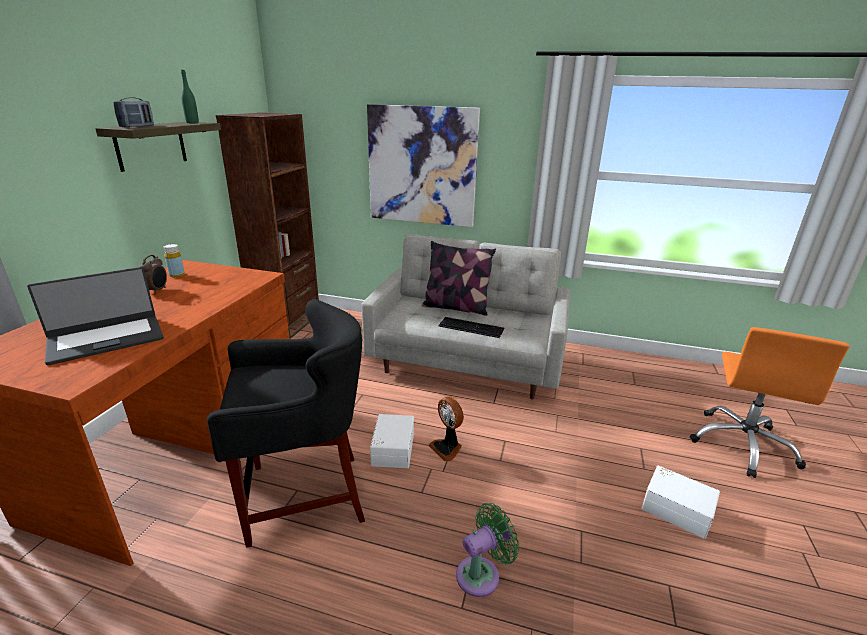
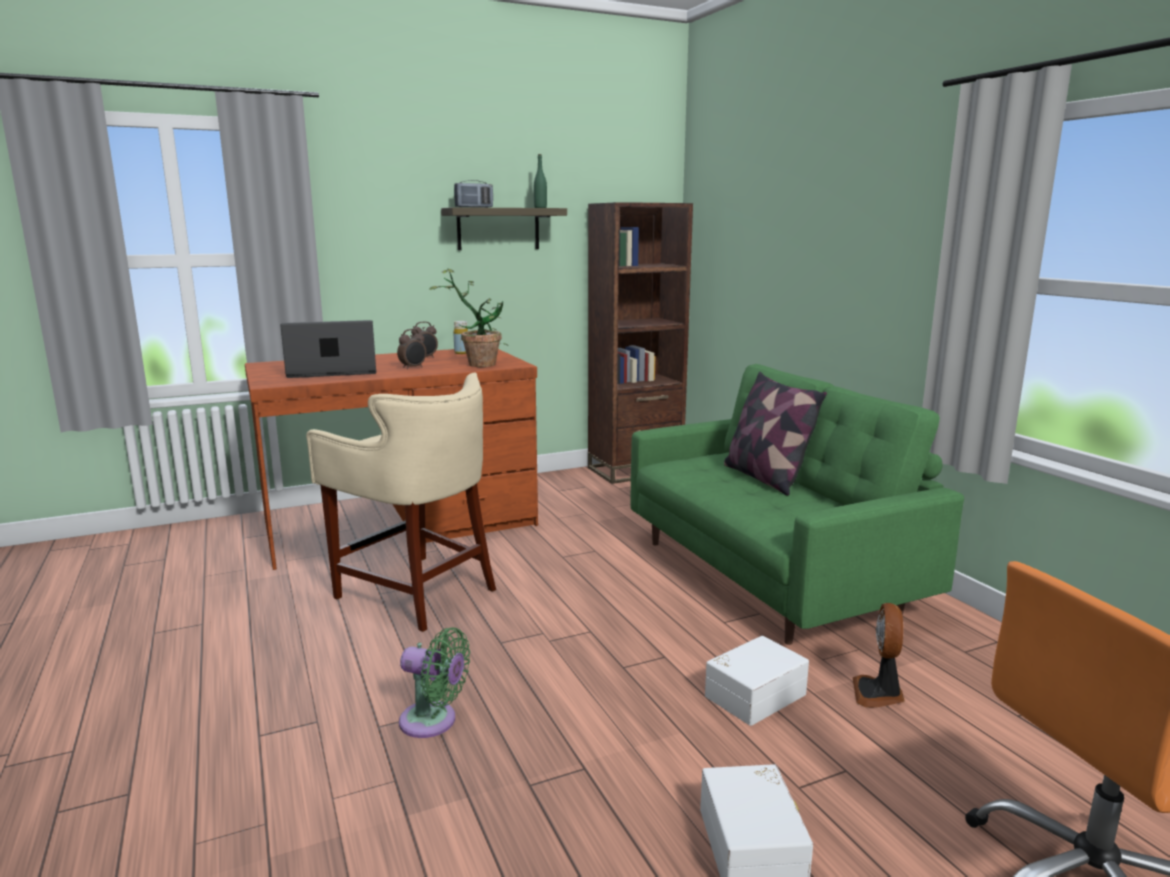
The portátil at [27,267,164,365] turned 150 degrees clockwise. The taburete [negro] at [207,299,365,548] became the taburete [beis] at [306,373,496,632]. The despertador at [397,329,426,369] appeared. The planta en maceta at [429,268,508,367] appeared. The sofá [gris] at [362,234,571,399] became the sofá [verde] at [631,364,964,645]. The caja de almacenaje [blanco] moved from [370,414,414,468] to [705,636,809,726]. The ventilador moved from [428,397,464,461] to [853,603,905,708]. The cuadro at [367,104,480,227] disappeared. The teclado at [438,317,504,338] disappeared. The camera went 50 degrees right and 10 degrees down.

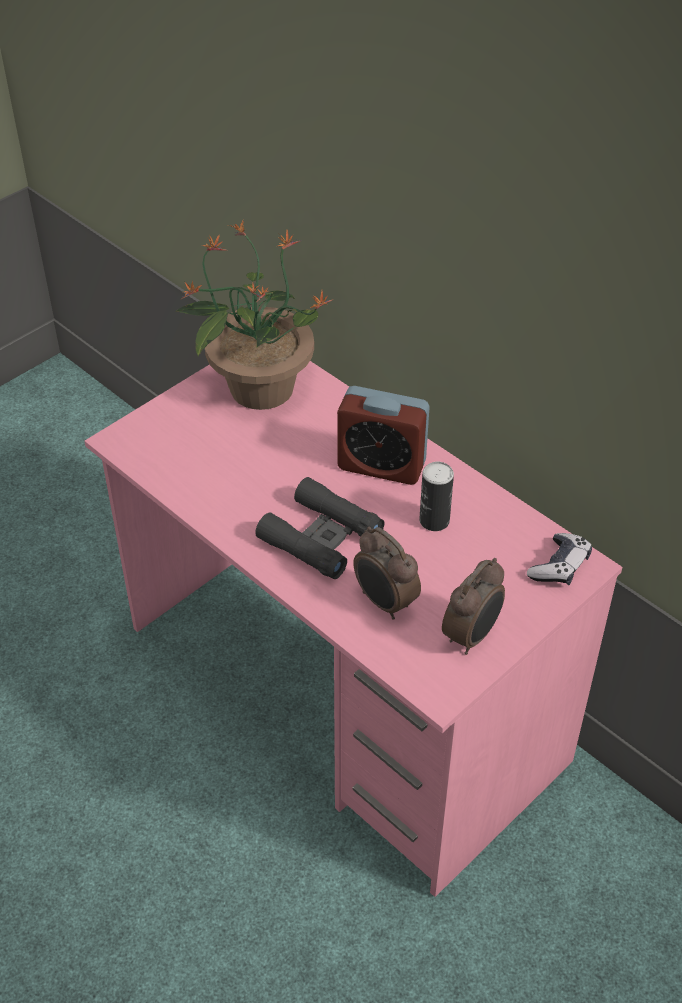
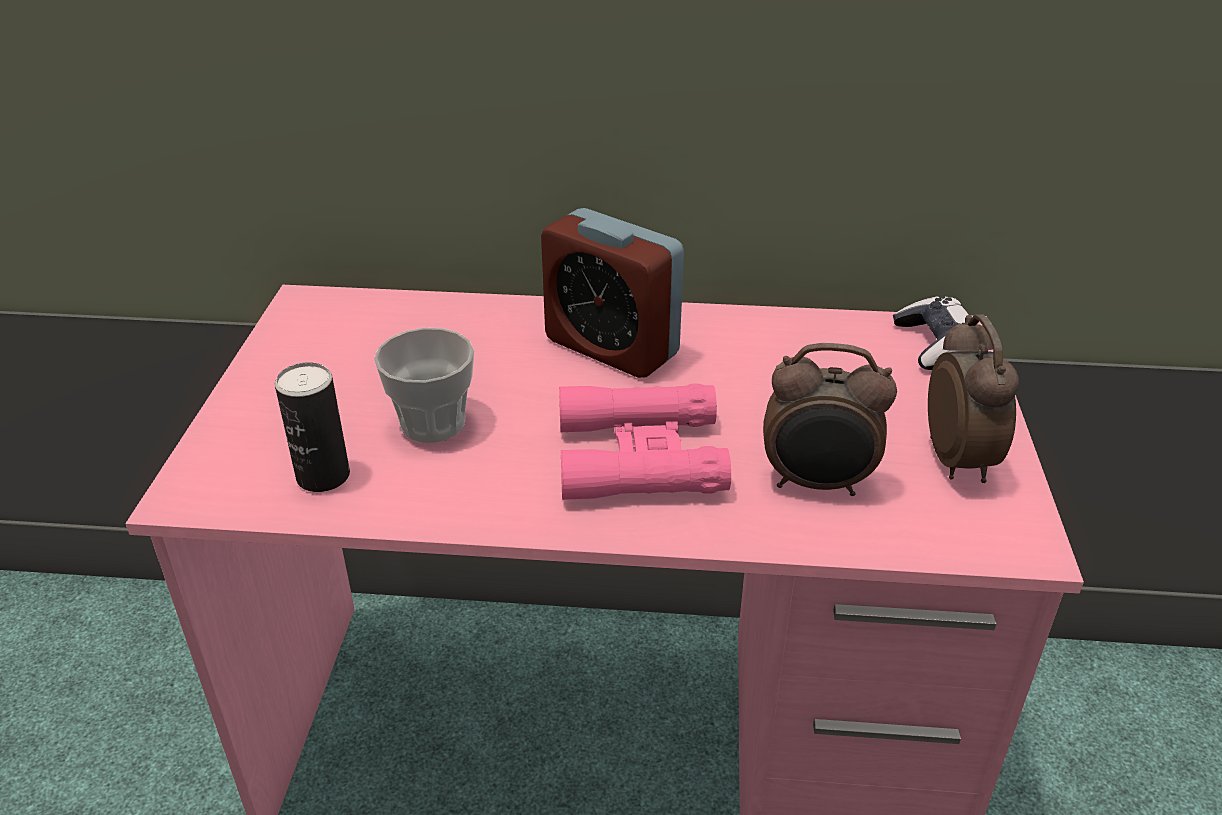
The lata moved from [419,462,454,531] to [275,362,350,492]. The taza at [374,328,474,443] appeared. The despertador at [337,386,430,485] turned 60 degrees clockwise. The prismáticos [negro] at [255,477,385,579] became the prismáticos [rosa] at [559,383,731,500]. The planta en maceta at [175,221,334,410] disappeared. The camera went 40 degrees left and 10 degrees down.

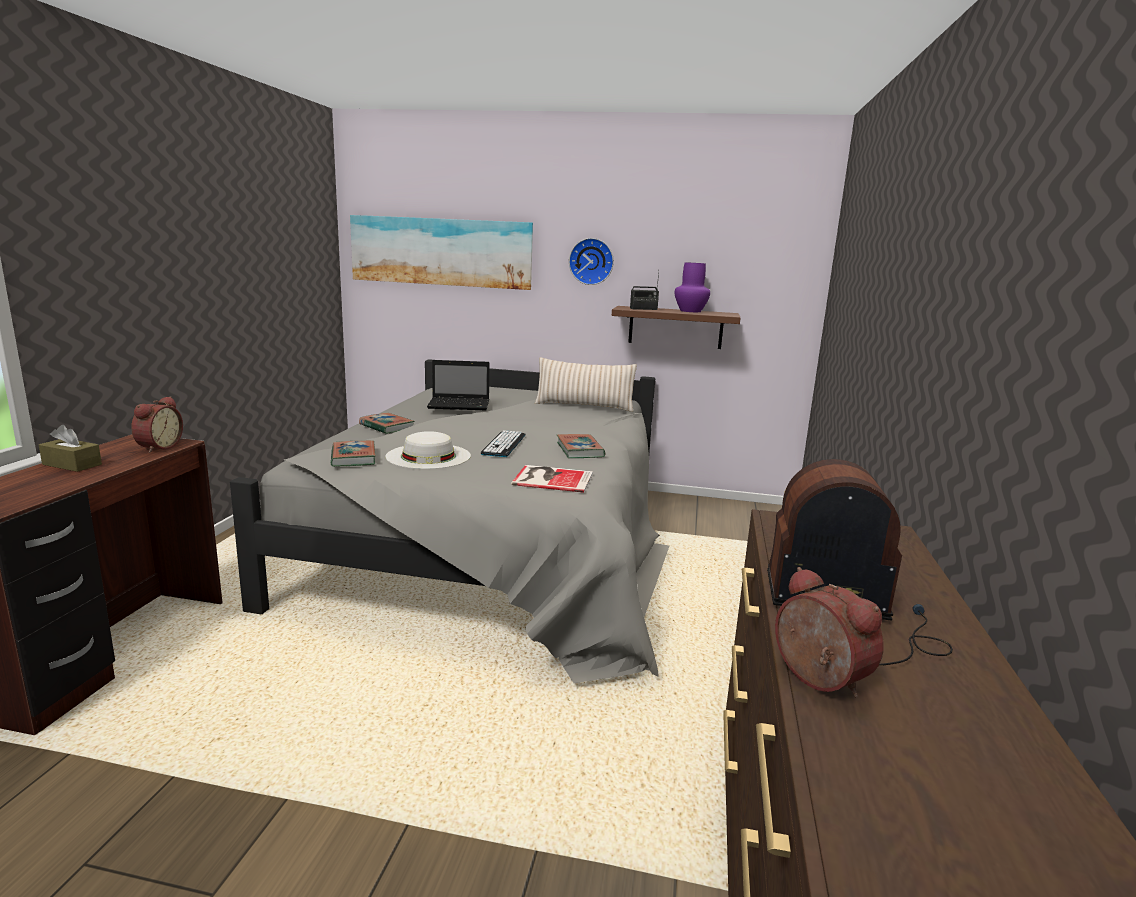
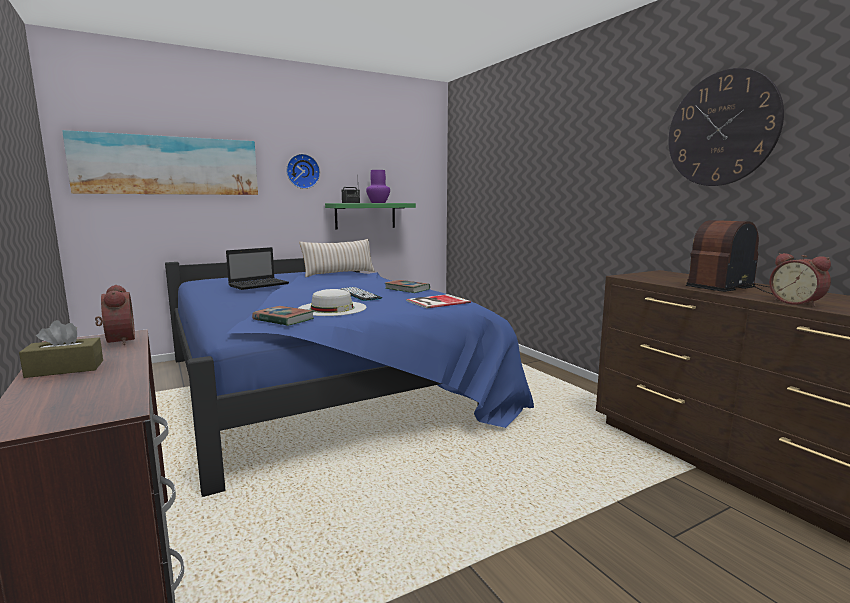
The cama [gris] at [230,359,670,683] became the cama [azul] at [165,258,534,497]. The estante [marrón] at [612,306,741,349] became the estante [verde] at [325,203,416,229]. The reloj de pared at [668,68,784,186] appeared. The despertador at [775,567,884,697] turned 135 degrees counterclockwise. The libro at [359,413,415,434] disappeared. The camera went 40 degrees left and 5 degrees down.

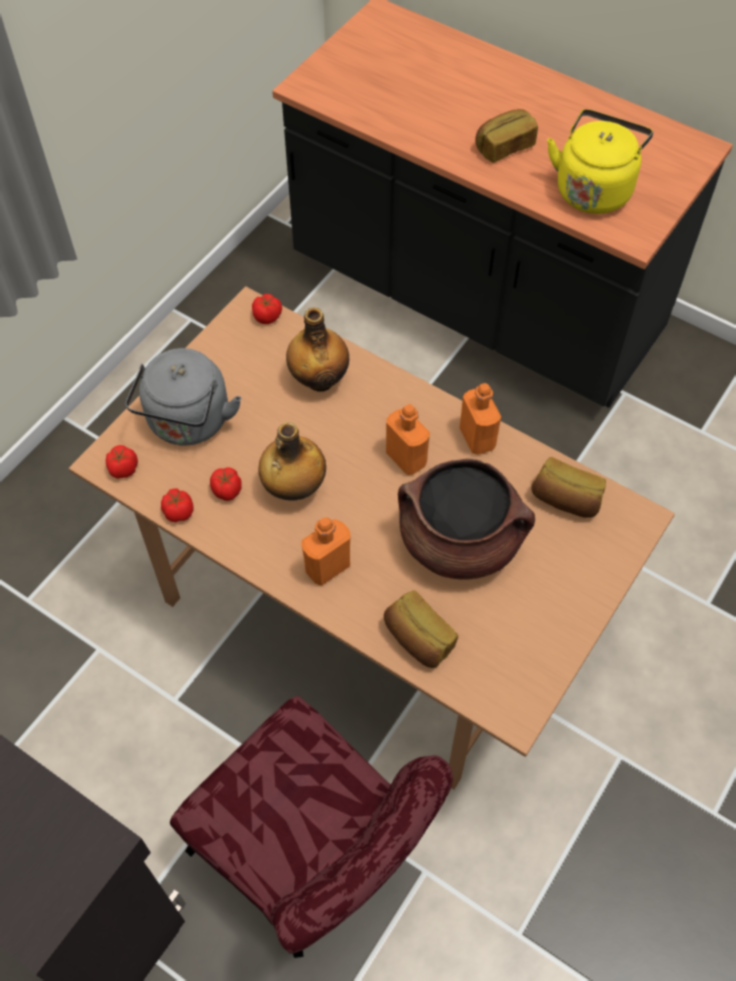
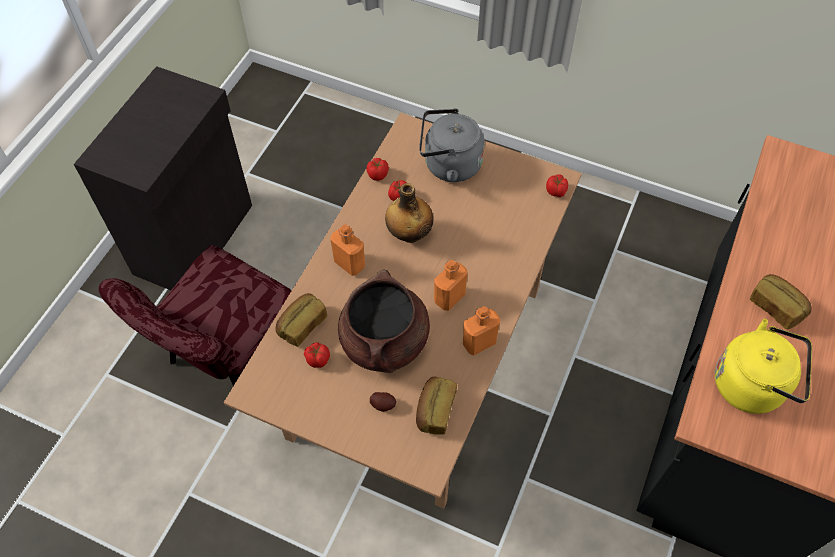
The tomate moved from [106,445,138,479] to [304,342,330,368]. The patata at [370,392,396,412] appeared. The botella at [286,308,349,392] disappeared. The camera went 80 degrees right and 0 degrees up.

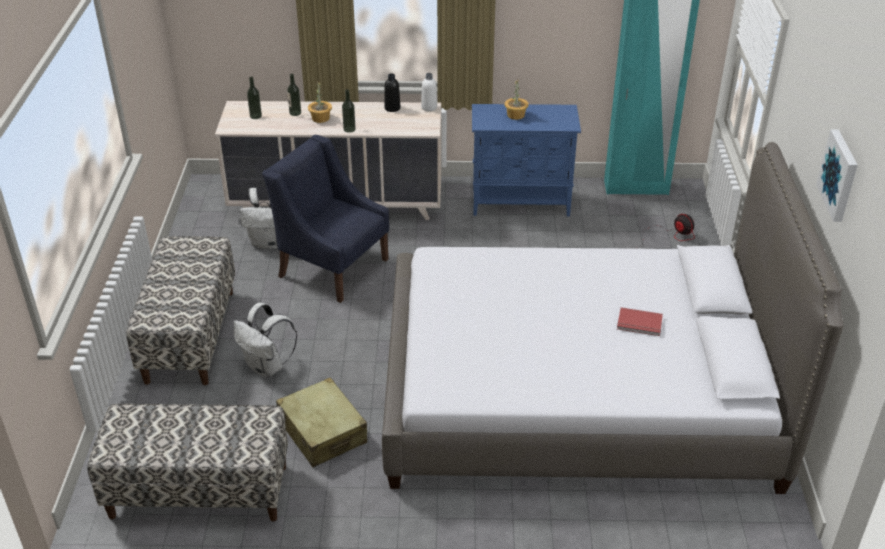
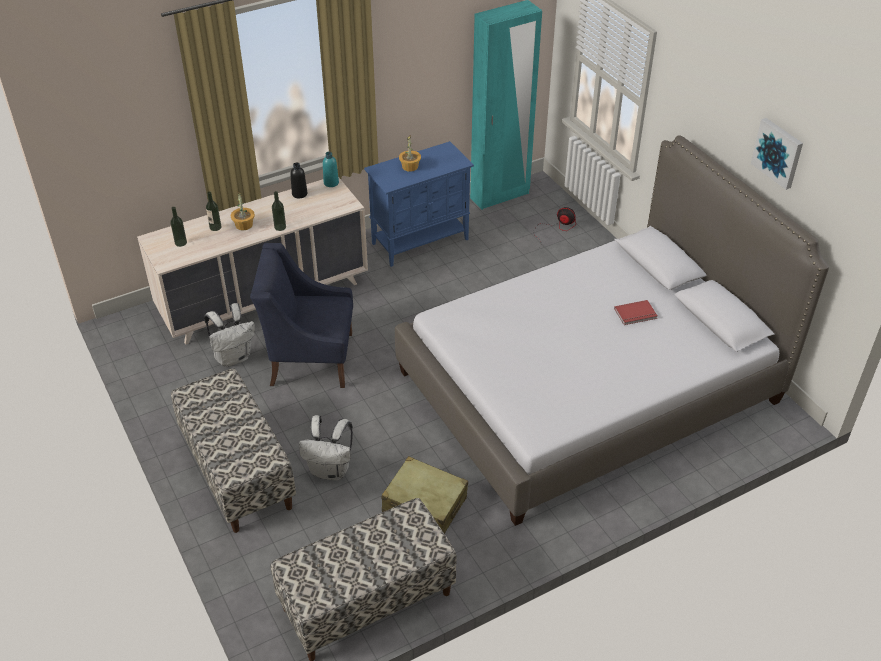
The botella [blanco] at [421,73,437,111] became the botella [turquesa] at [323,152,339,187]. The camera went 30 degrees left and 5 degrees up.

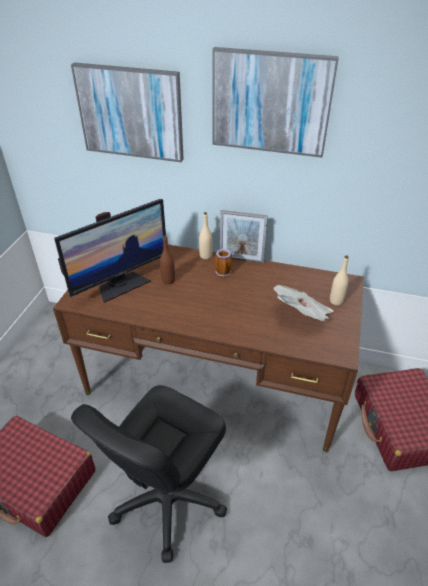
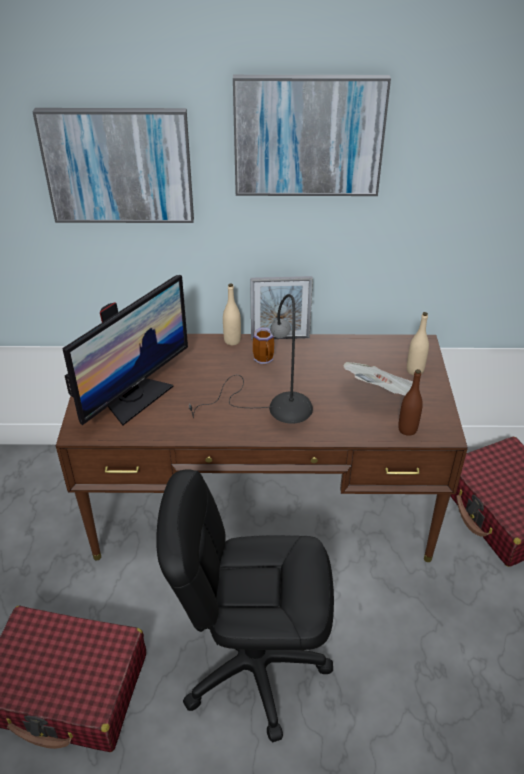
The silla de oficina [negro] at [71,385,227,563] turned 75 degrees clockwise. The lámpara de mesa [gris] at [188,294,313,424] appeared. The botella [marrón] moved from [160,236,175,284] to [398,369,423,436]. The camera went 15 degrees left and 0 degrees up.

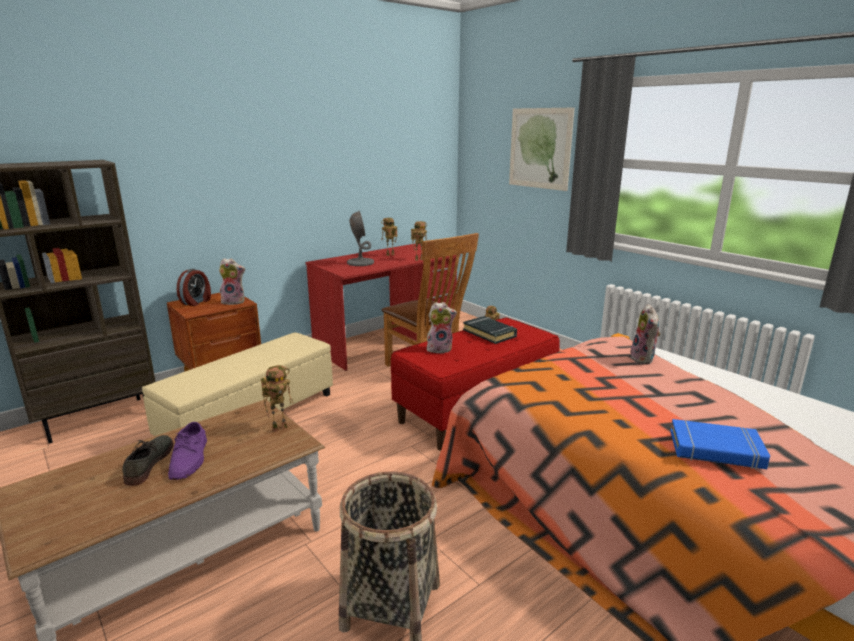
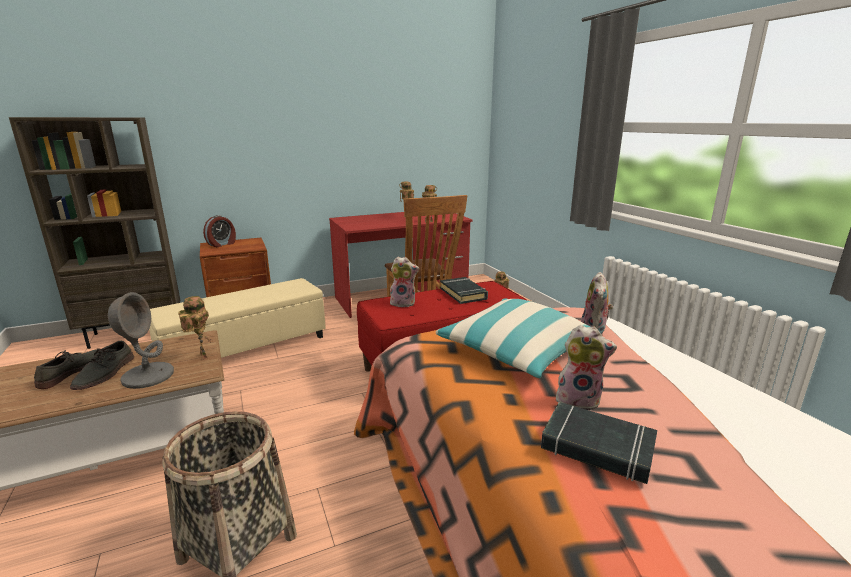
The zapato [morado] at [168,422,207,480] became the zapato [gris] at [70,341,134,390]. The lámpara de mesa [gris] moved from [347,211,374,266] to [108,292,174,389]. The robot de juguete at [261,365,293,432] turned 105 degrees counterclockwise. The cojín at [436,298,591,378] appeared. The libro [azul] at [670,419,770,469] became the libro [negro] at [541,402,657,484]. The peluche moved from [219,258,245,305] to [556,325,617,411]. The cuadro at [509,108,574,191] disappeared. The camera went 15 degrees right and 0 degrees up.

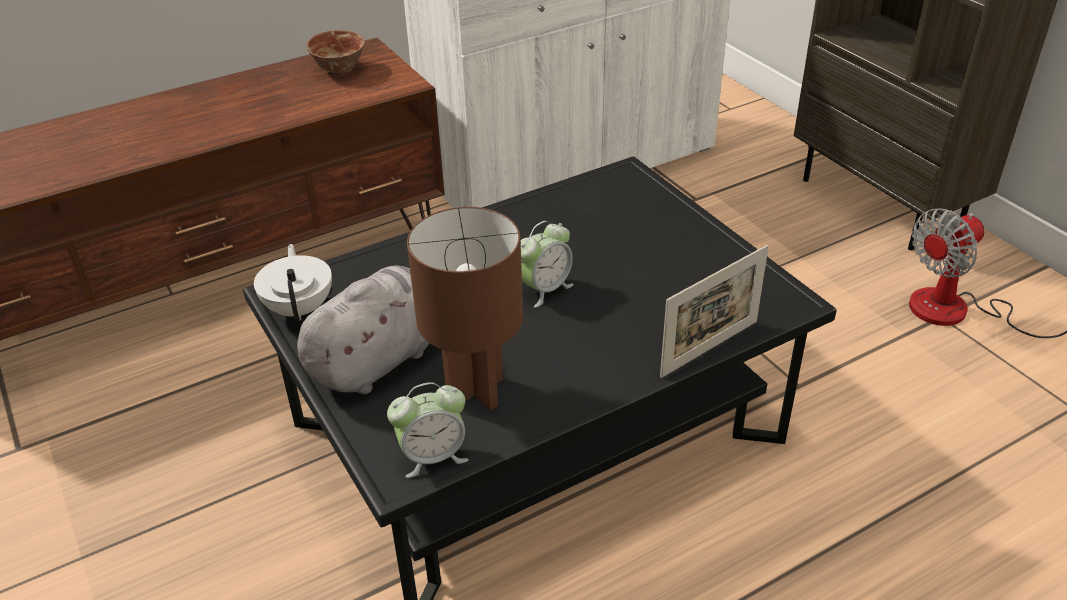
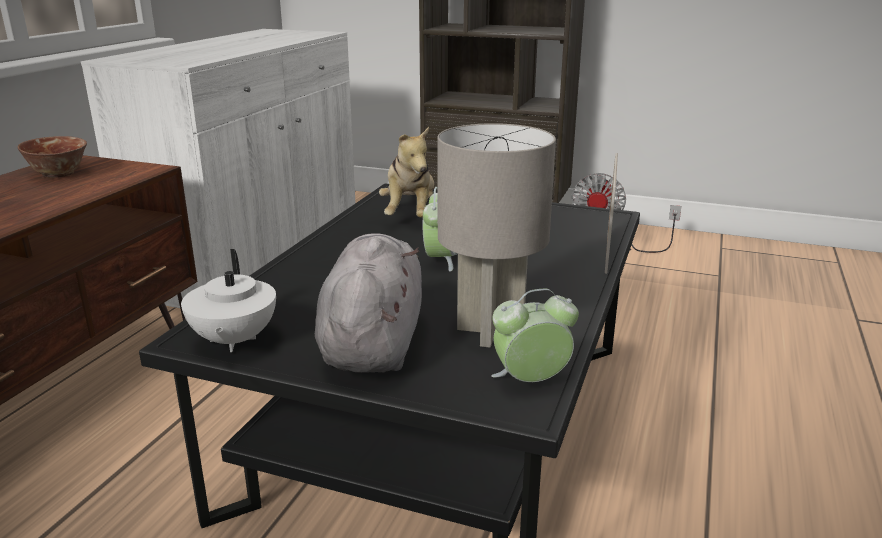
The tetera [blanco] at [254,244,332,321] turned 135 degrees counterclockwise. The peluche at [379,127,434,218] appeared. The lámpara de mesa [marrón] at [407,207,523,410] became the lámpara de mesa [gris] at [437,123,556,347]. The despertador at [387,382,469,478] turned 135 degrees counterclockwise. The camera went 40 degrees left and 15 degrees down.

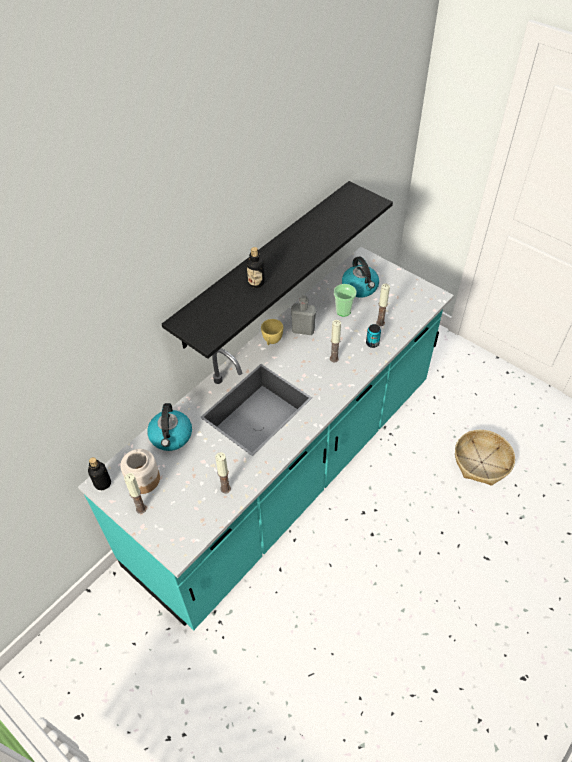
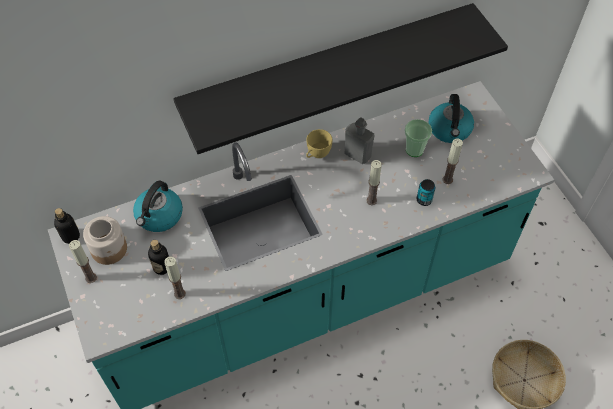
The botella moved from [247,247,265,288] to [148,240,169,275]. The camera went 25 degrees right and 5 degrees up.

